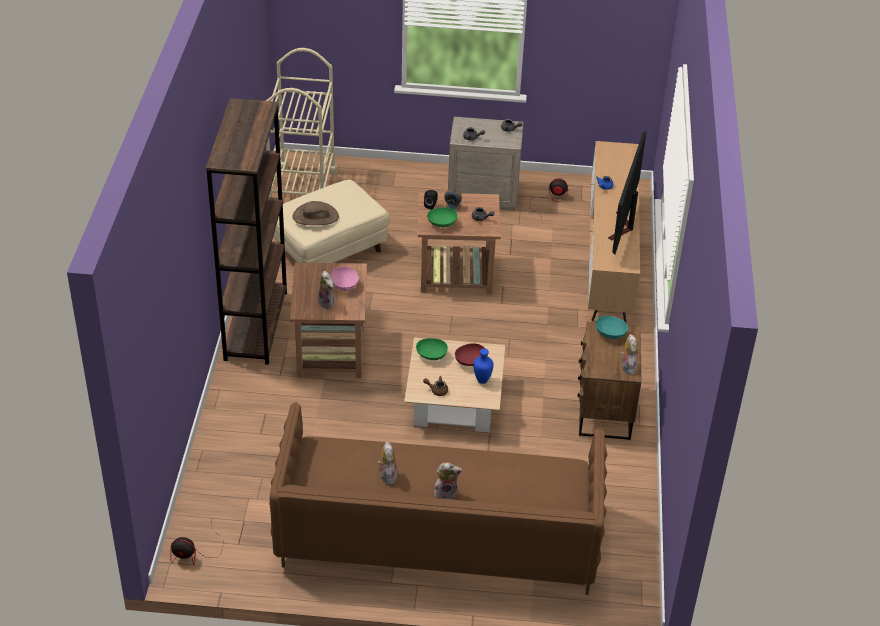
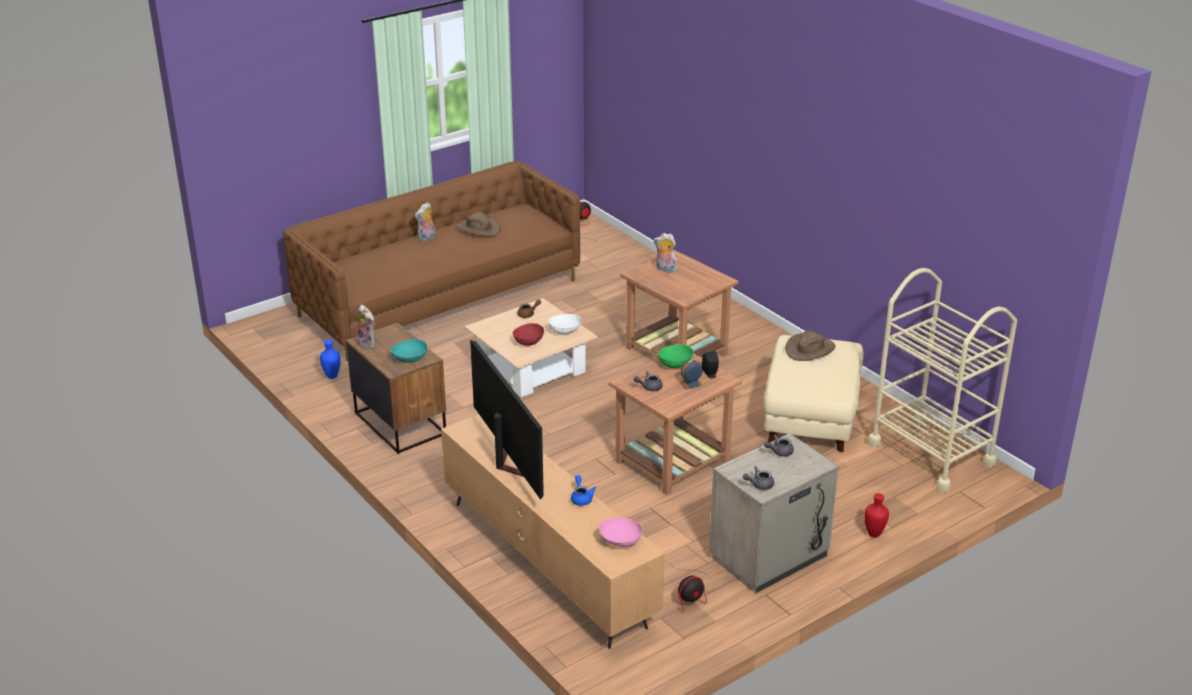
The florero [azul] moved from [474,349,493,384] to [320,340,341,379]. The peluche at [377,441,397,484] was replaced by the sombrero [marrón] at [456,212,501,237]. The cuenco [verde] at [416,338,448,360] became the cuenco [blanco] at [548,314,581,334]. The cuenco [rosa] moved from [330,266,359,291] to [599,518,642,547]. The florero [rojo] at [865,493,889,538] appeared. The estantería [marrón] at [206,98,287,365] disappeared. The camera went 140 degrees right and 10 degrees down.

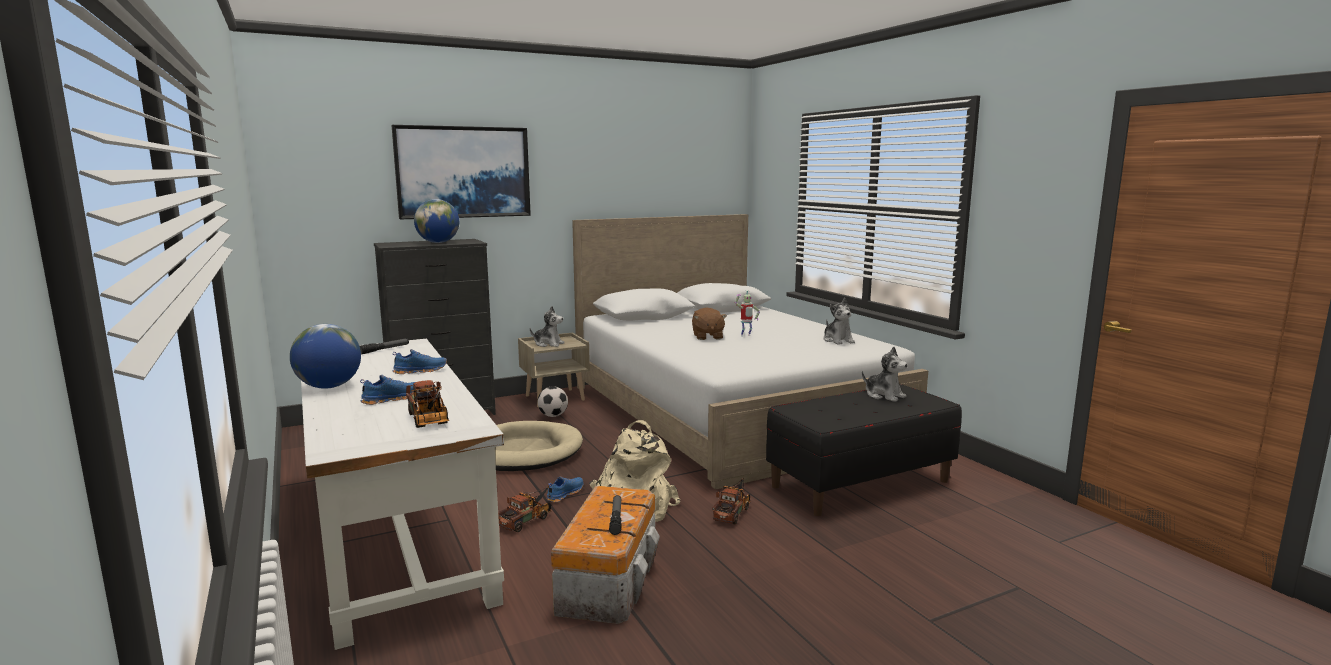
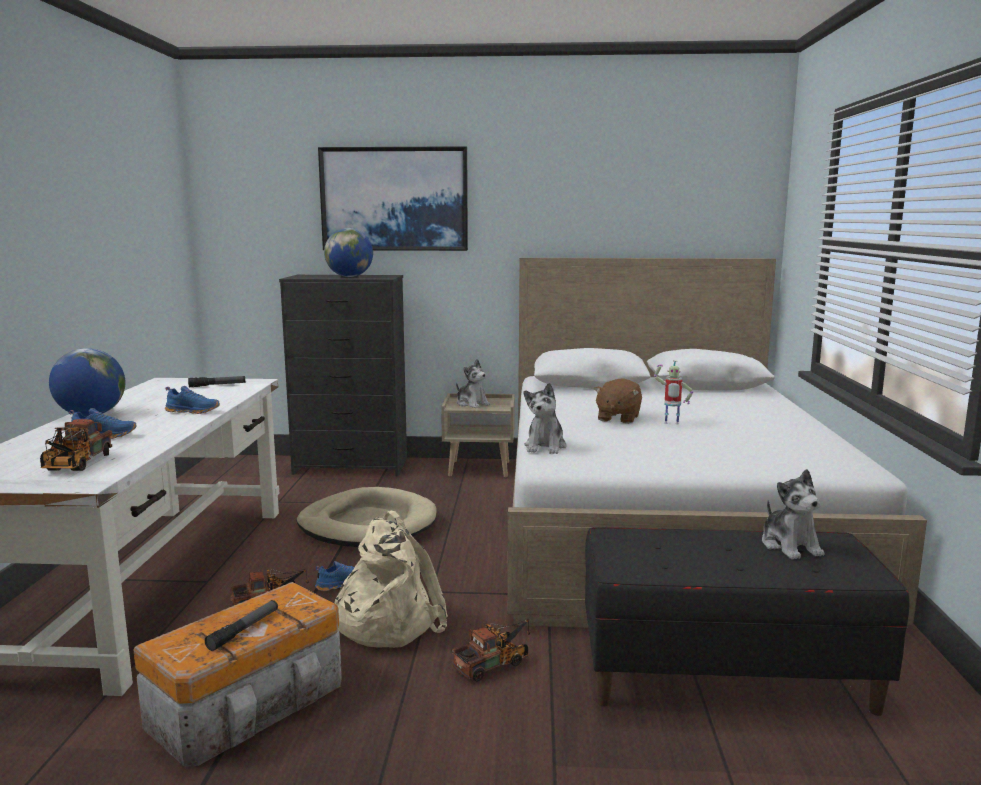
The peluche moved from [823,298,855,345] to [523,383,567,454]. The balón de fútbol at [537,386,568,417] disappeared. The camera went 30 degrees right and 0 degrees up.

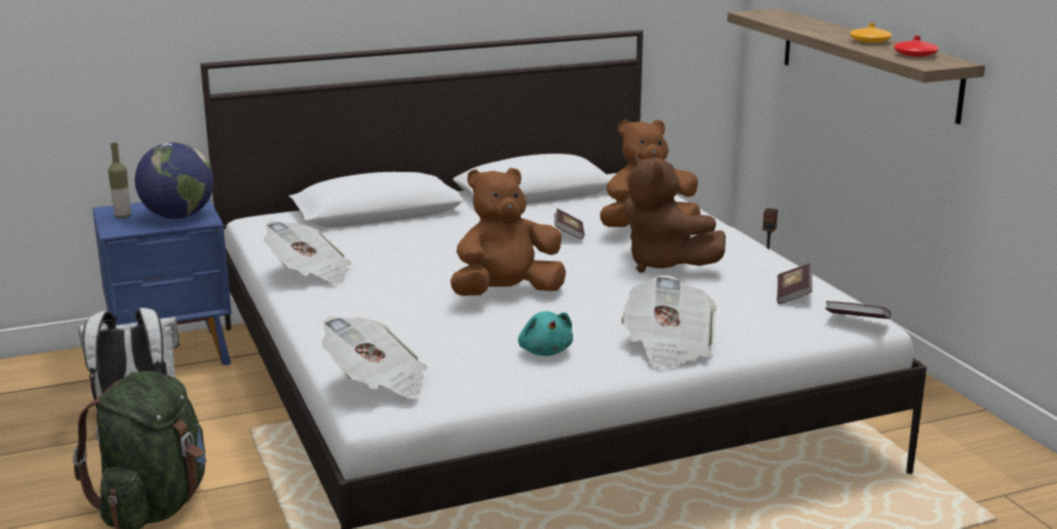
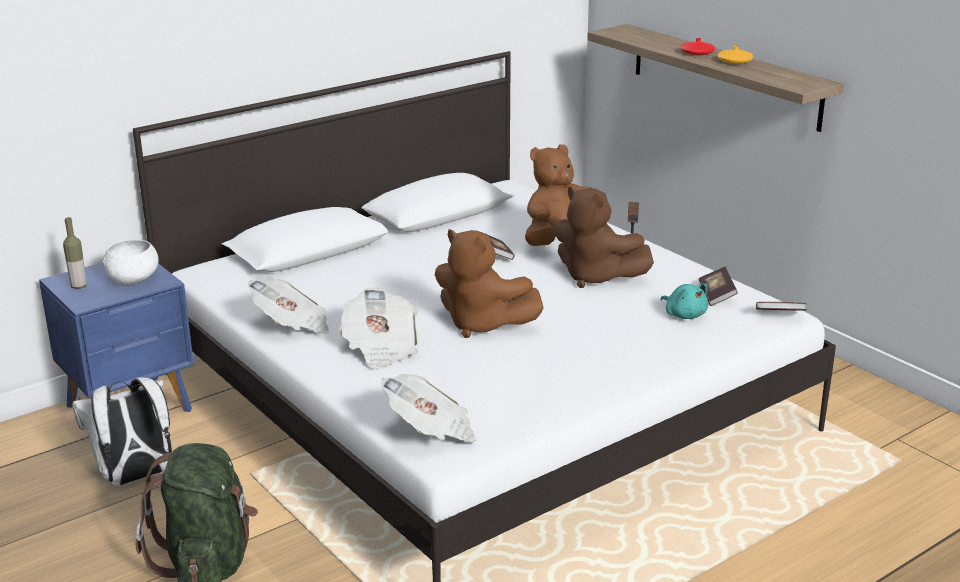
The globo terráqueo at [135,142,214,219] was replaced by the cuenco [blanco] at [103,240,159,285]. The periódico moved from [621,275,717,368] to [340,288,419,370]. The peluche [marrón] at [450,168,566,296] turned 105 degrees counterclockwise. The peluche [turquesa] moved from [518,311,573,356] to [661,284,708,319]. The florero [rojo] moved from [894,36,939,57] to [681,38,715,55]. The camera went 15 degrees left and 5 degrees up.

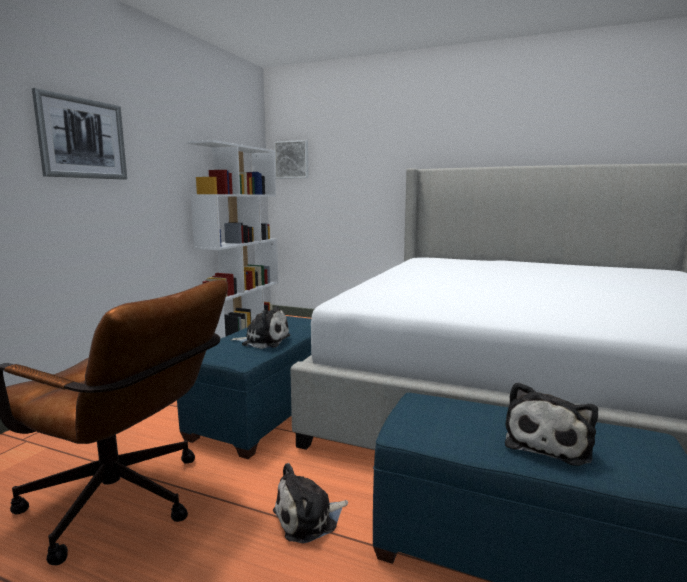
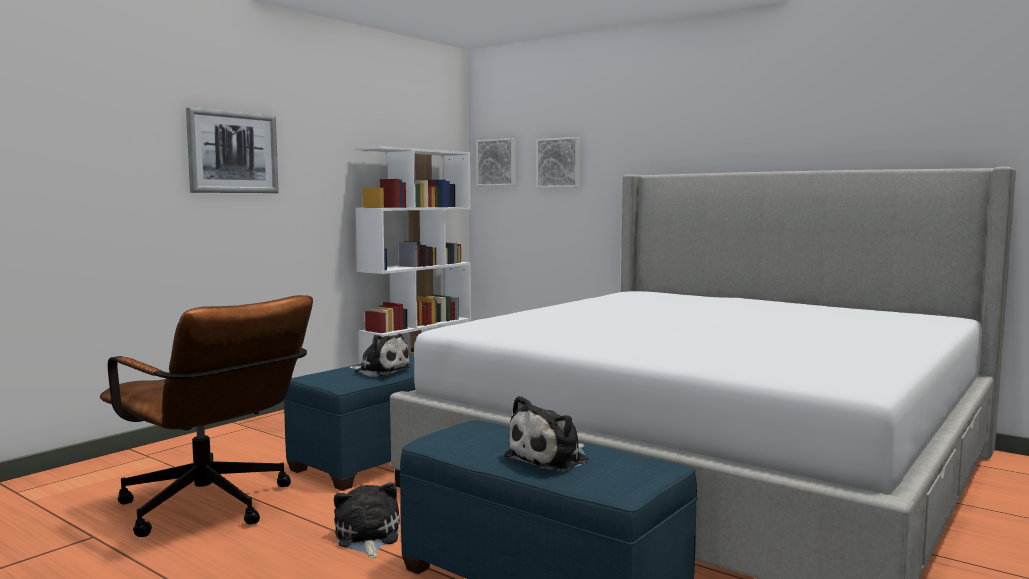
The peluche at [273,463,348,543] turned 90 degrees clockwise. The cuadro at [536,137,580,188] appeared. The camera went 15 degrees right and 5 degrees down.

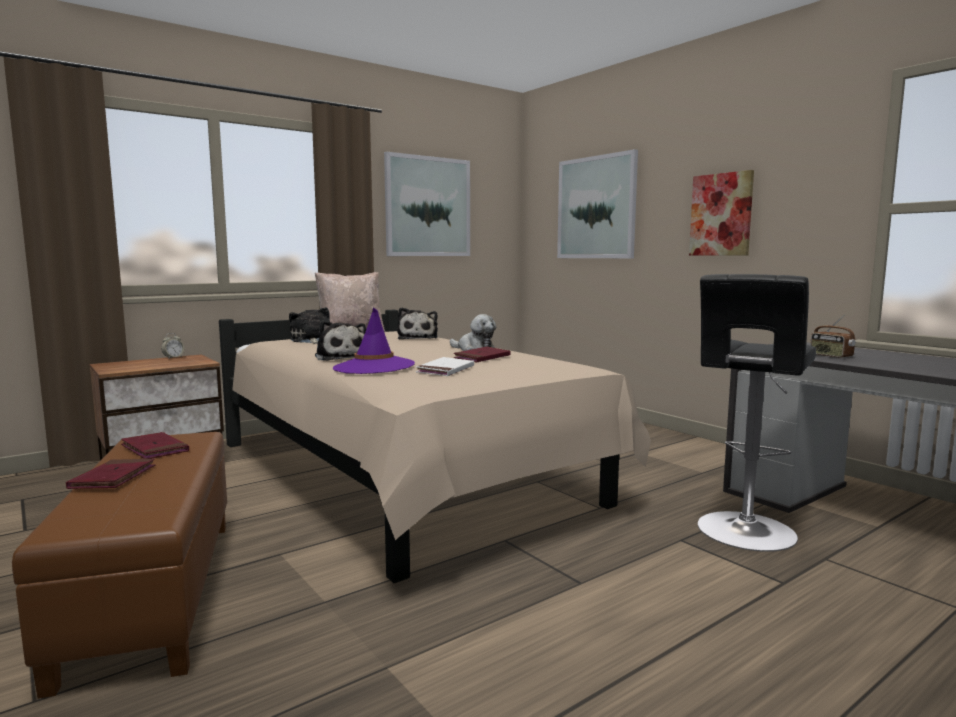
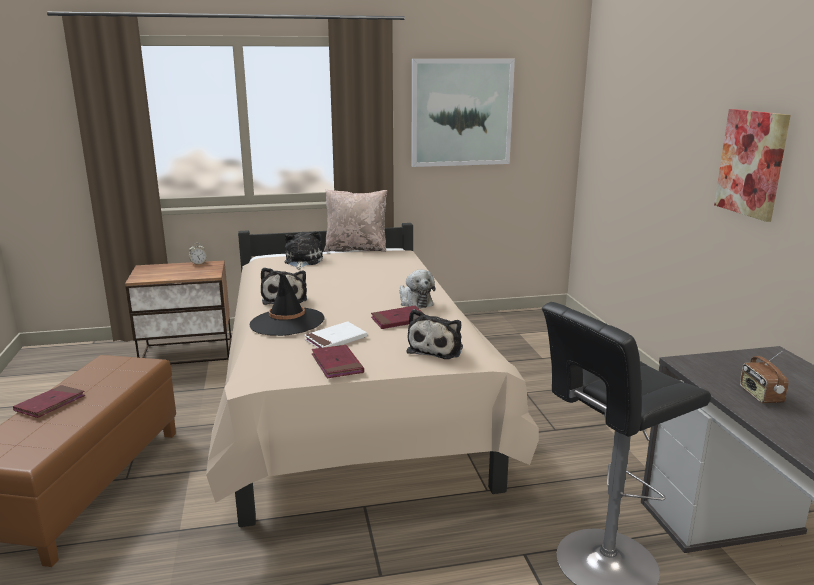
The sombrero [morado] at [333,307,415,374] became the sombrero [negro] at [250,273,325,336]. The libro [rojo] moved from [121,432,189,459] to [312,345,364,378]. The peluche moved from [397,307,438,339] to [407,309,463,359]. The cuadro at [557,149,638,258] disappeared. The camera went 25 degrees right and 10 degrees up.

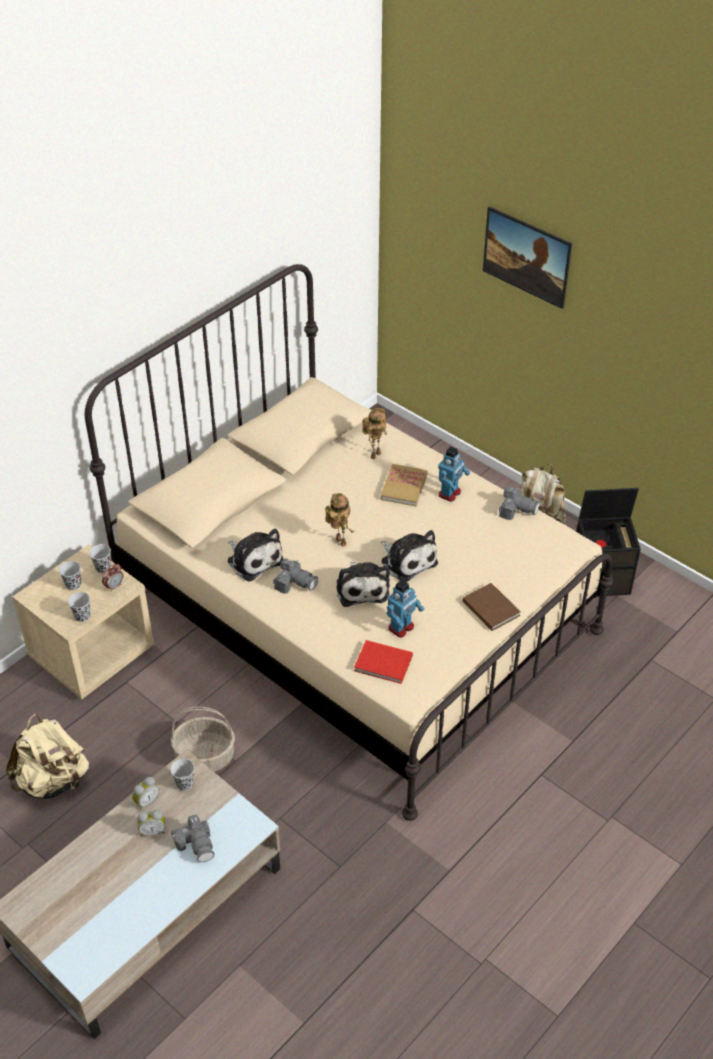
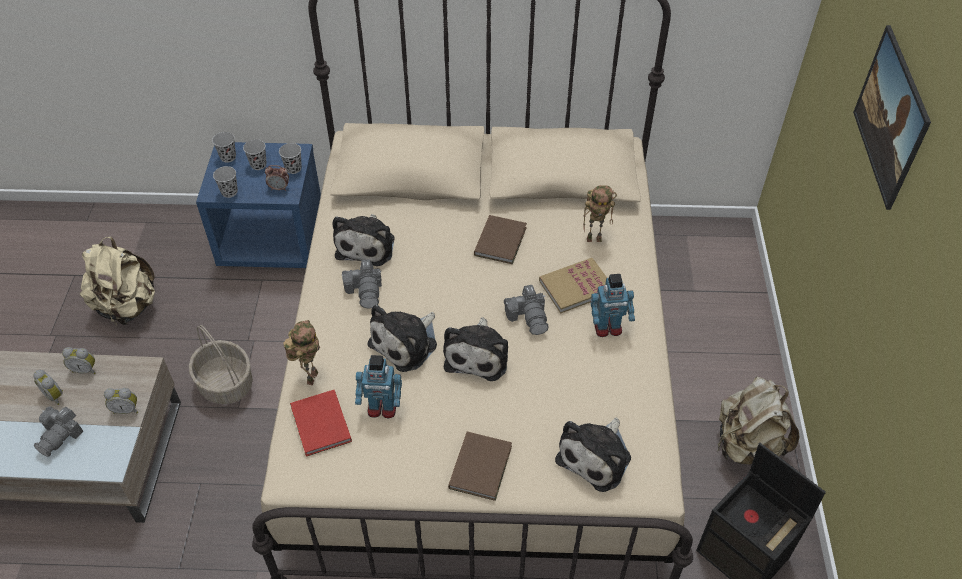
The despertador at [104,388,138,414] appeared. The mesita de noche [beis] at [13,545,155,699] became the mesita de noche [azul] at [196,142,321,268]. The taza [negro] moved from [170,759,195,791] to [212,132,236,163]. The robot de juguete moved from [325,493,354,547] to [283,320,320,385]. The libro [marrón] at [474,215,527,264] appeared. The cámara moved from [499,487,540,520] to [504,285,549,335]. The peluche at [555,418,631,492] appeared. The camera went 50 degrees right and 5 degrees up.

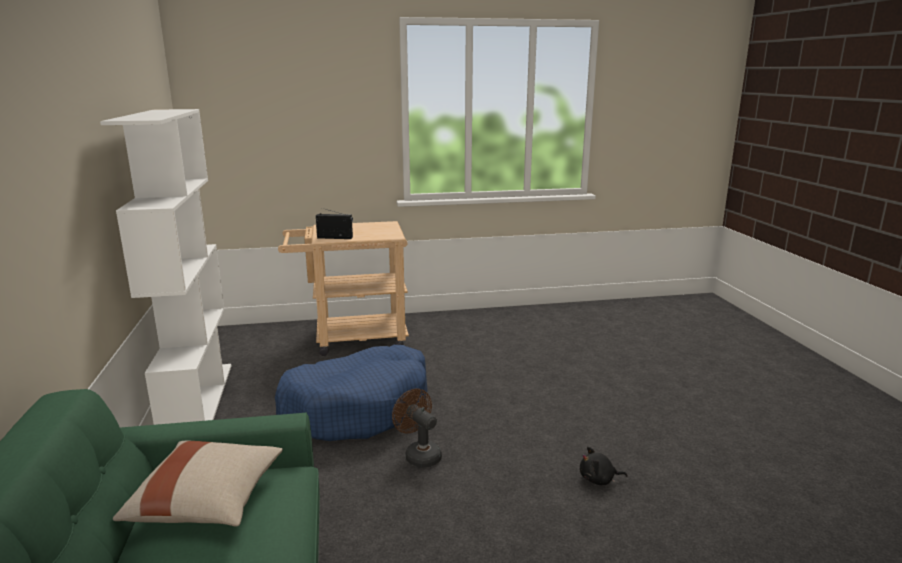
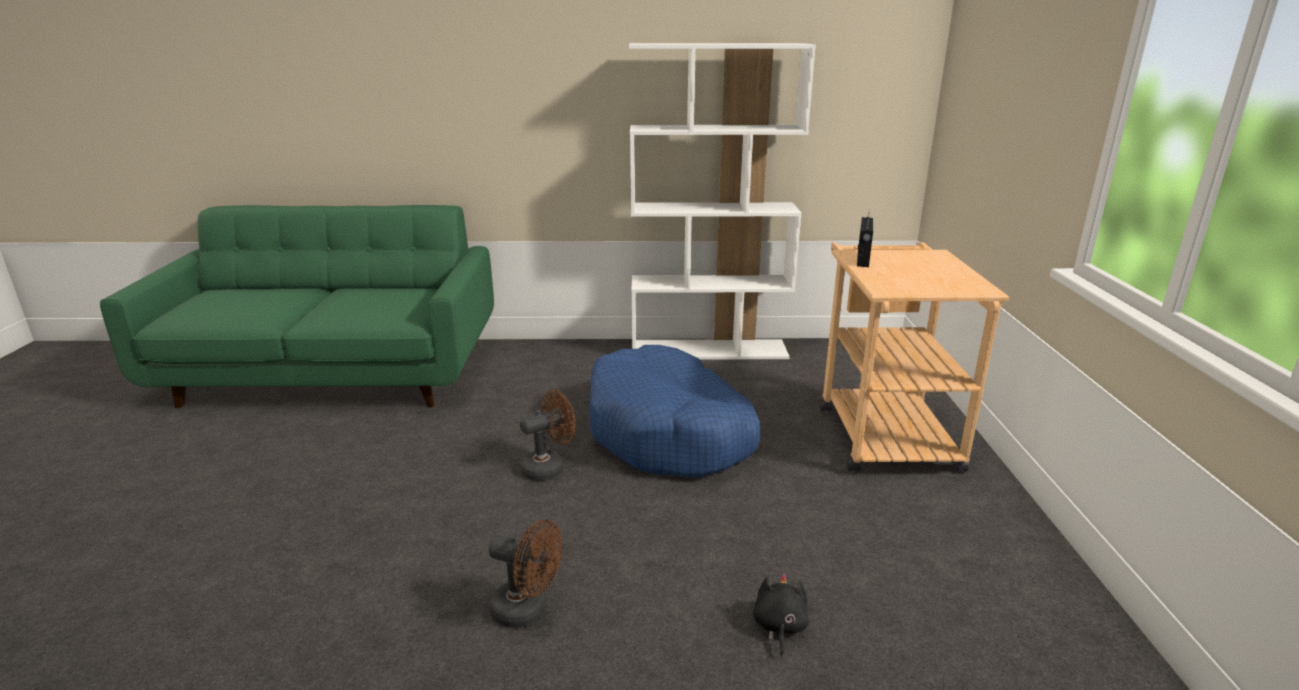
The ventilador [marrón] at [489,520,562,628] appeared. The peluche [negro] moved from [580,447,628,485] to [753,573,809,657]. The cojín [beis] at [113,440,283,527] disappeared. The camera went 100 degrees right and 5 degrees up.

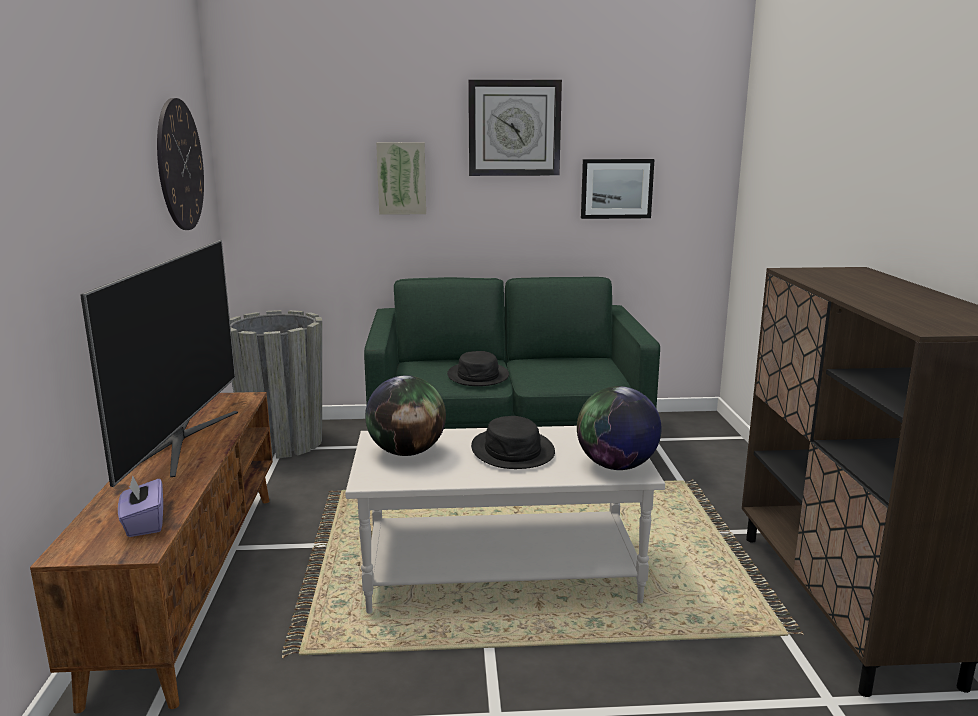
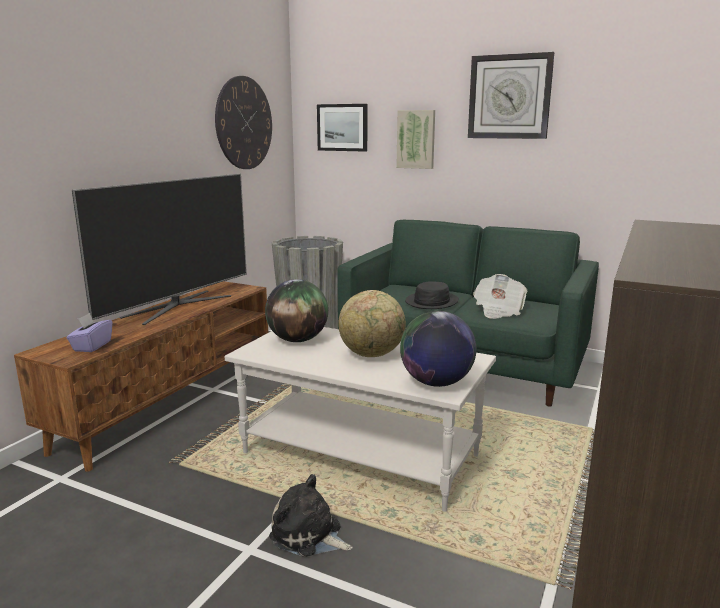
The peluche at [269,474,353,557] appeared. The cuadro moved from [581,159,655,219] to [317,104,368,152]. The sombrero [negro] at [471,416,555,469] was replaced by the globo terráqueo at [338,290,406,357]. The periódico at [473,274,527,319] appeared. The camera went 30 degrees right and 0 degrees up.

